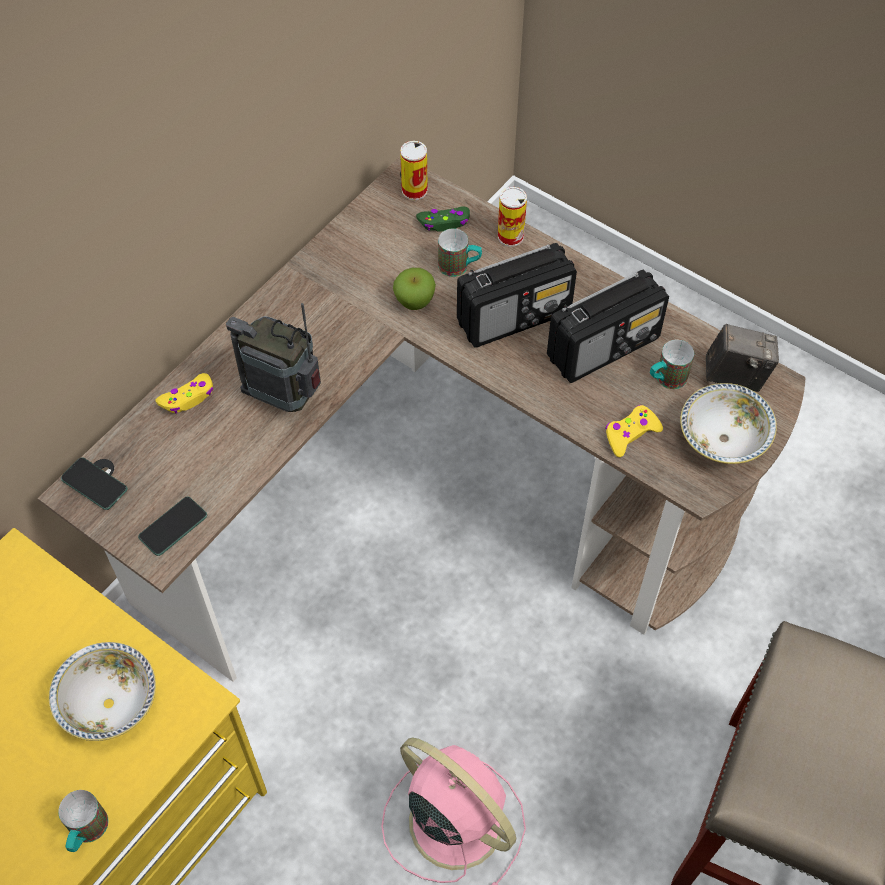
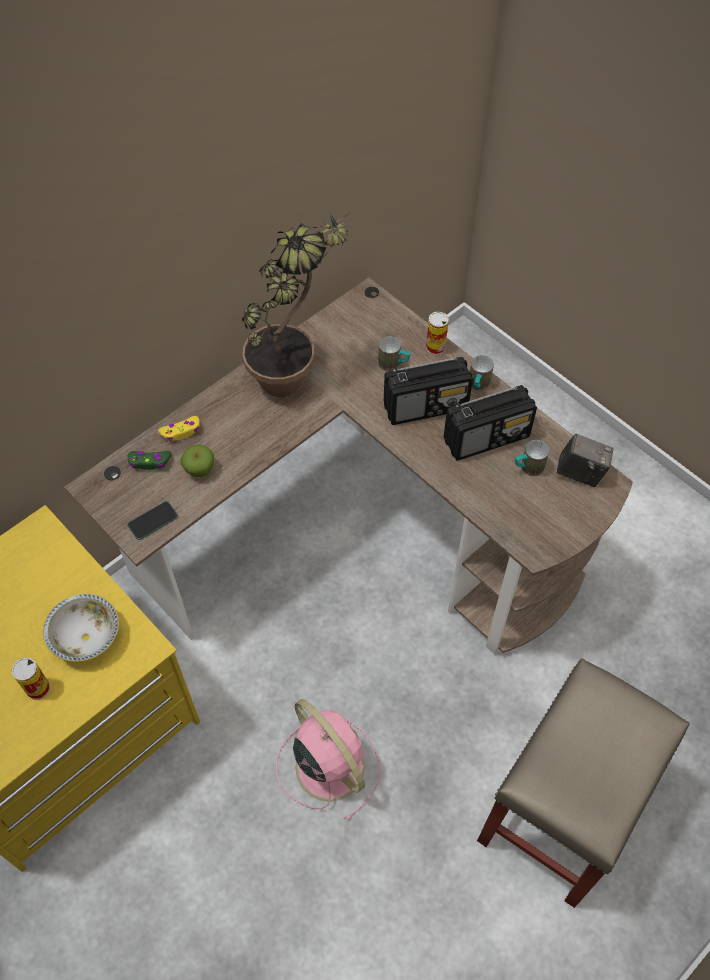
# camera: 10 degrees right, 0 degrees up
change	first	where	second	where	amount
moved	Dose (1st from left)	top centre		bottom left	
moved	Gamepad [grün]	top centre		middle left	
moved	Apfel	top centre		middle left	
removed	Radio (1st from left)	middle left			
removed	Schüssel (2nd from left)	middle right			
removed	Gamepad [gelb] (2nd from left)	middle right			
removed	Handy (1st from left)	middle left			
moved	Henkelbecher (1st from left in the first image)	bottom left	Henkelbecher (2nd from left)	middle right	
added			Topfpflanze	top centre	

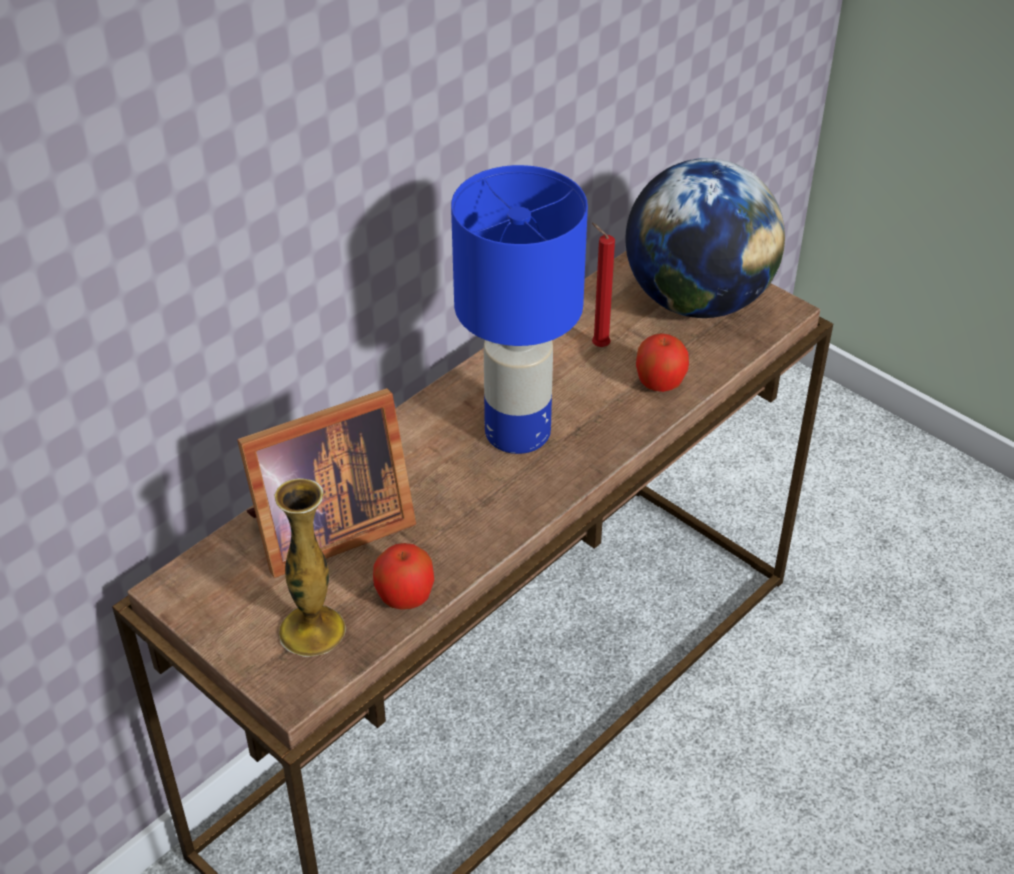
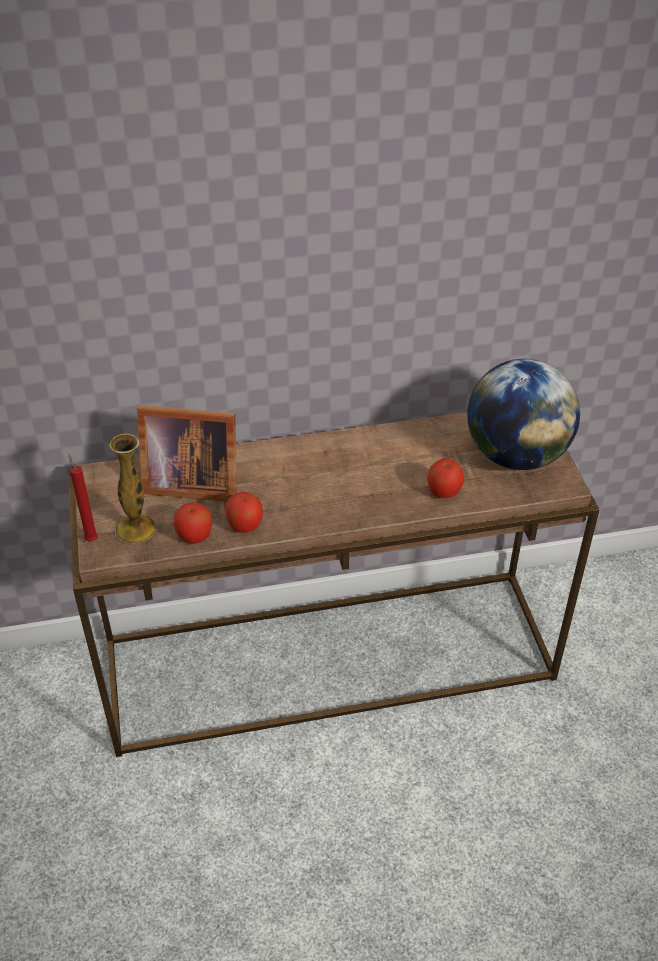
# camera: 35 degrees right, 0 degrees up
change	first	where	second	where	amount
removed	Tischlampe [blau]	centre			
moved	Kerze [rot]	top centre		middle left	
added			Apfel (2nd from left)	centre	

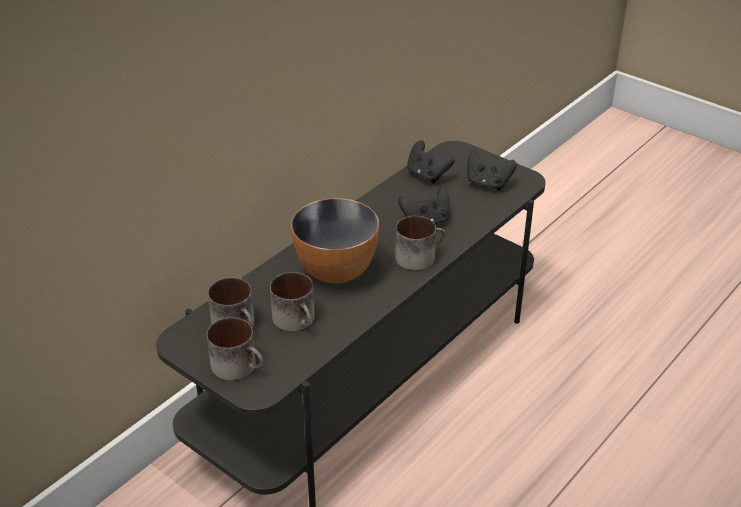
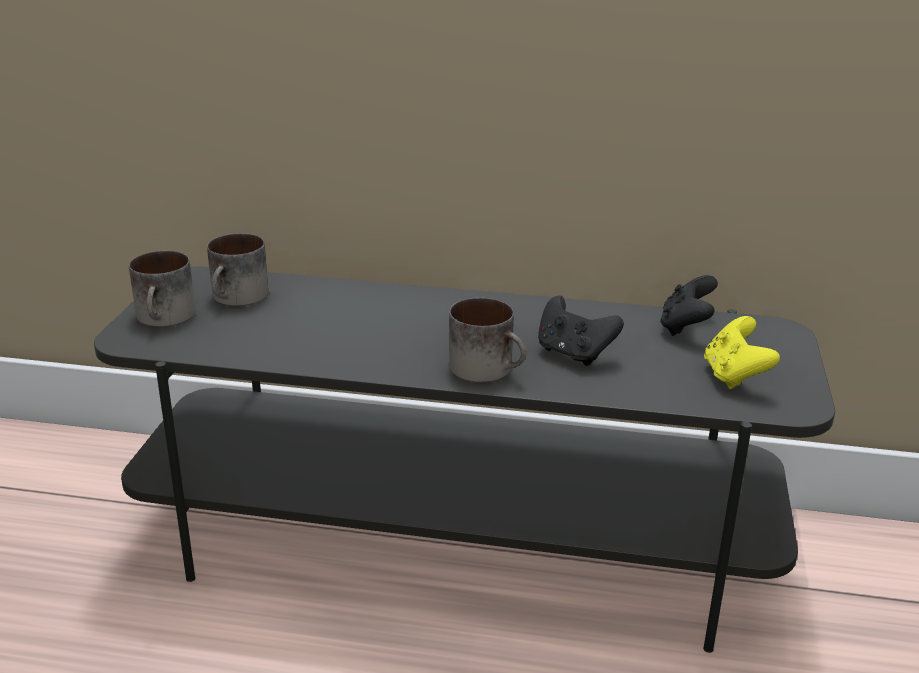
# camera: 60 degrees right, 10 degrees down
change	first	where	second	where	amount
recoloured	Gamepad [schwarz] (3rd from left)	centre	Gamepad [gelb]	middle right	
removed	Schüssel	centre			
removed	Henkelbecher (3rd from left)	centre			

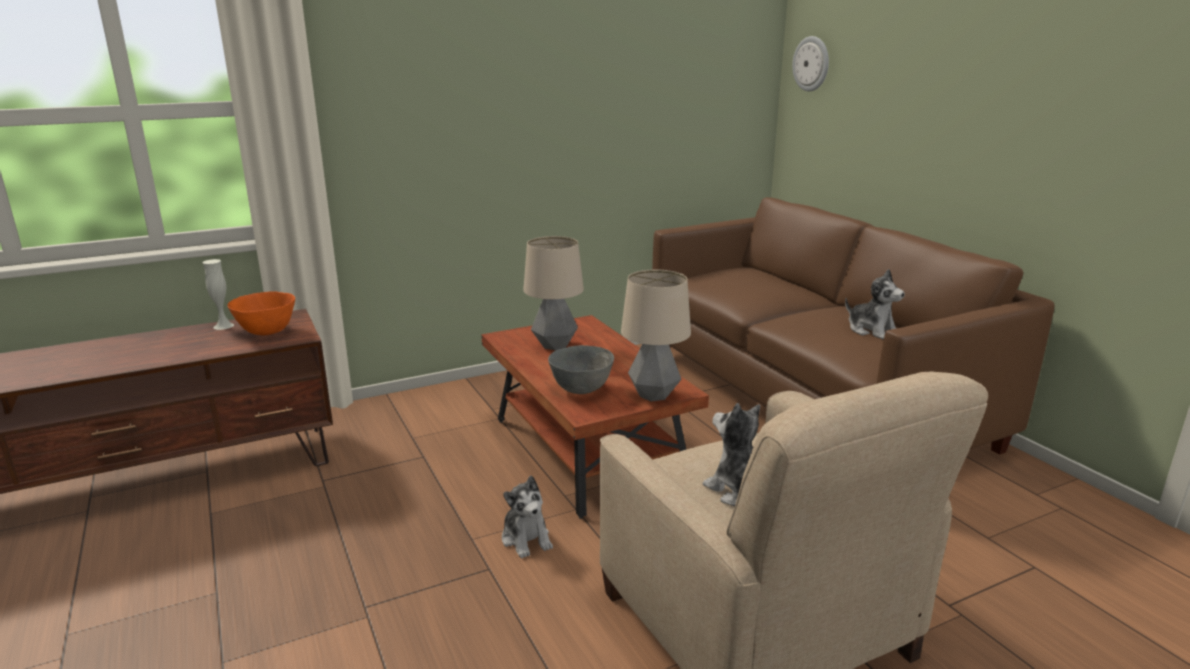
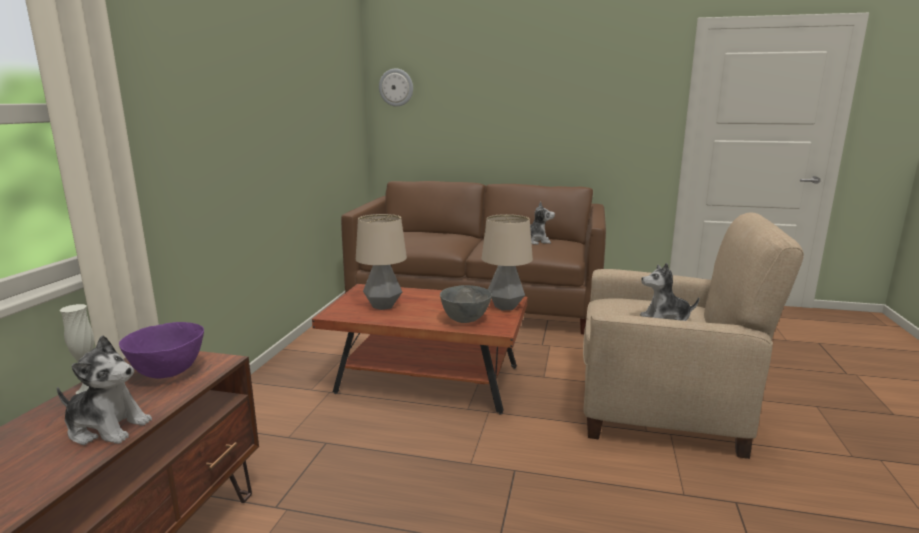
# camera: 50 degrees left, 5 degrees down
change	first	where	second	where	amount
recoloured	Schüssel [orange]	middle left	Schüssel [lila]	middle left	
moved	Plüschtier (1st from left)	bottom centre		bottom left	

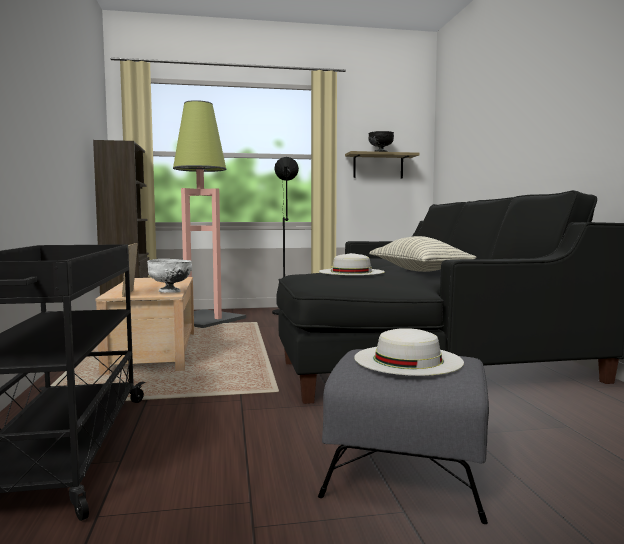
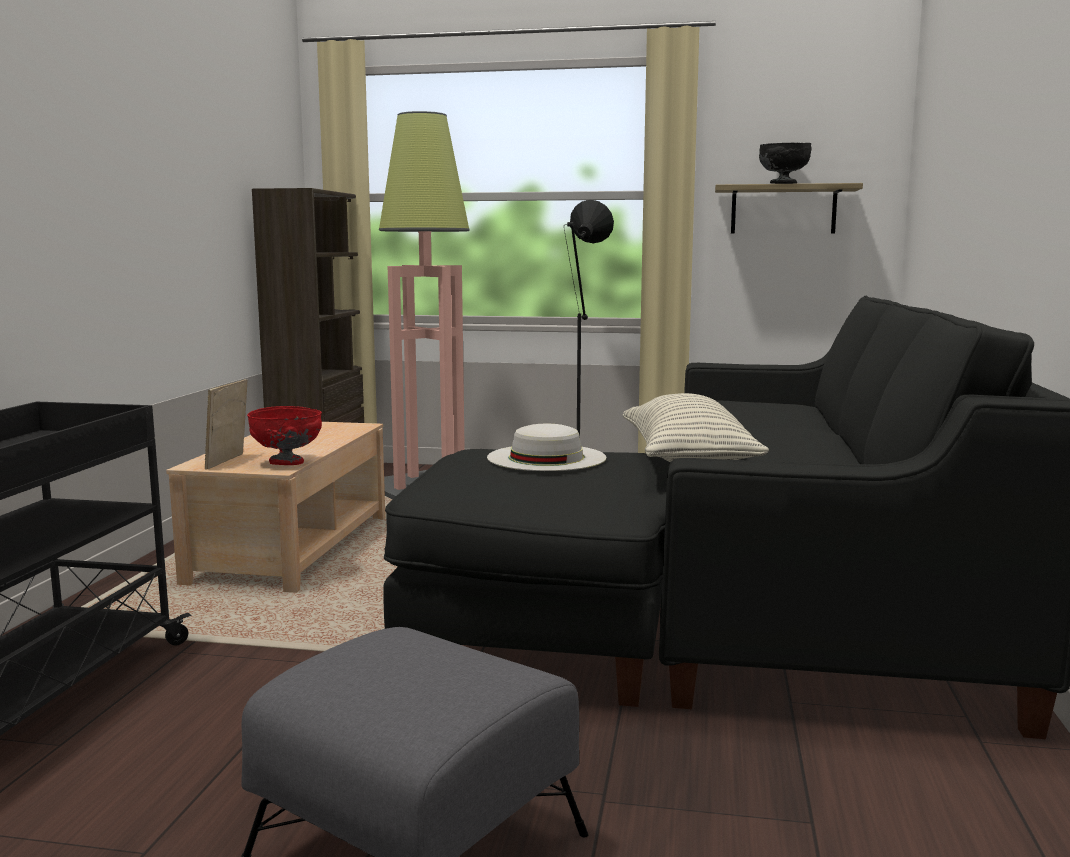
# camera: 20 degrees right, 5 degrees up
change	first	where	second	where	amount
recoloured	Schüssel [weiß]	middle left	Schüssel [rot]	middle left	
removed	Hut [weiß] (2nd from left)	centre			

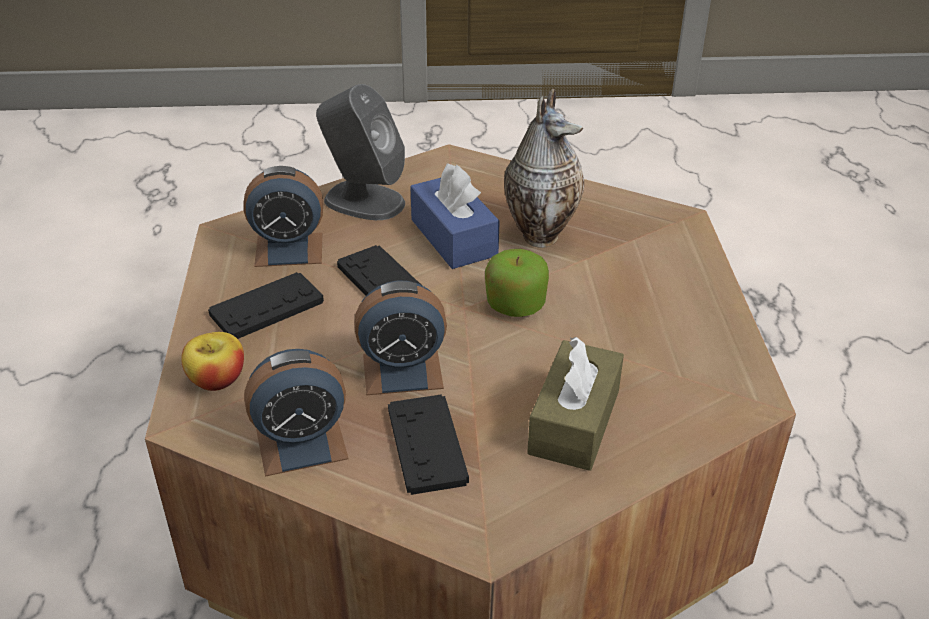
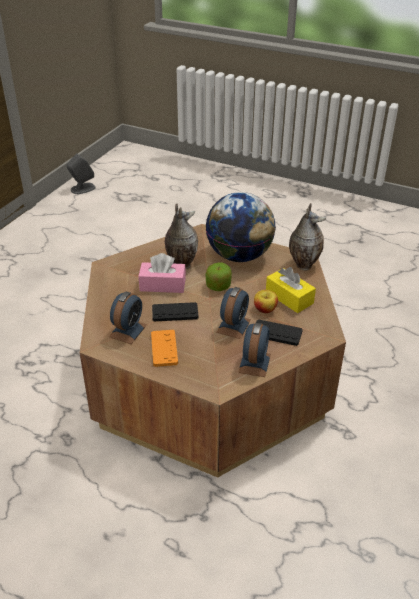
# camera: 60 degrees left, 0 degrees up
change	first	where	second	where	amount
moved	Lautsprecher [grau]	top centre		top left	
recoloured	Taschentuchbox [blau]	centre	Taschentuchbox [rosa]	centre	
recoloured	Gamepad [schwarz] (1st from left)	middle left	Gamepad [orange]	centre	
moved	Apfel (1st from left in the first image)	middle left	Apfel (2nd from left)	centre	
recoloured	Taschentuchbox [braun]	centre	Taschentuchbox [gelb]	middle right	
added			Globus	centre	
added			Vase (2nd from left)	middle right	

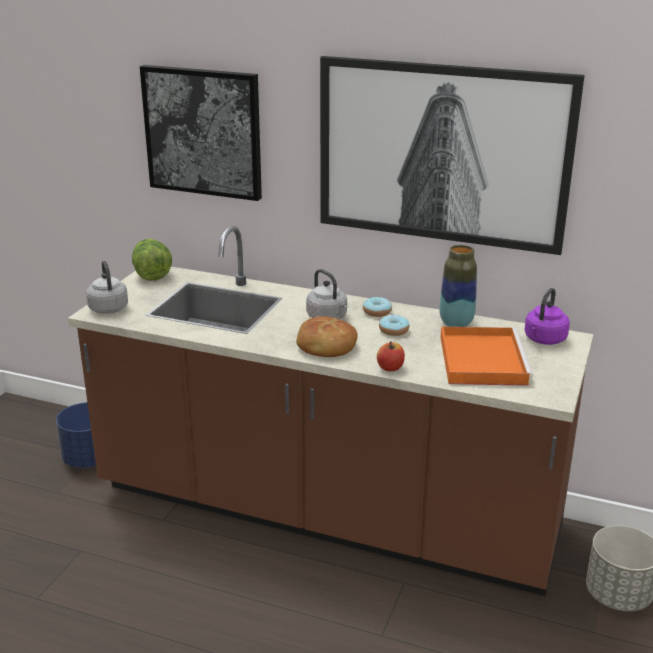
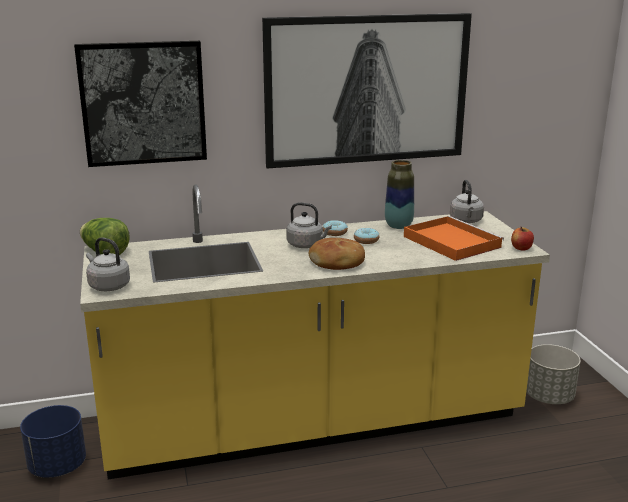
# camera: 35 degrees left, 5 degrees down
change	first	where	second	where	amount
recoloured	Küchenzeile [braun]	centre	Küchenzeile [gelb]	centre	
recoloured	Wasserkessel [lila]	middle right	Wasserkessel [grau] (3rd from left)	middle right	
moved	Apfel	centre		middle right	

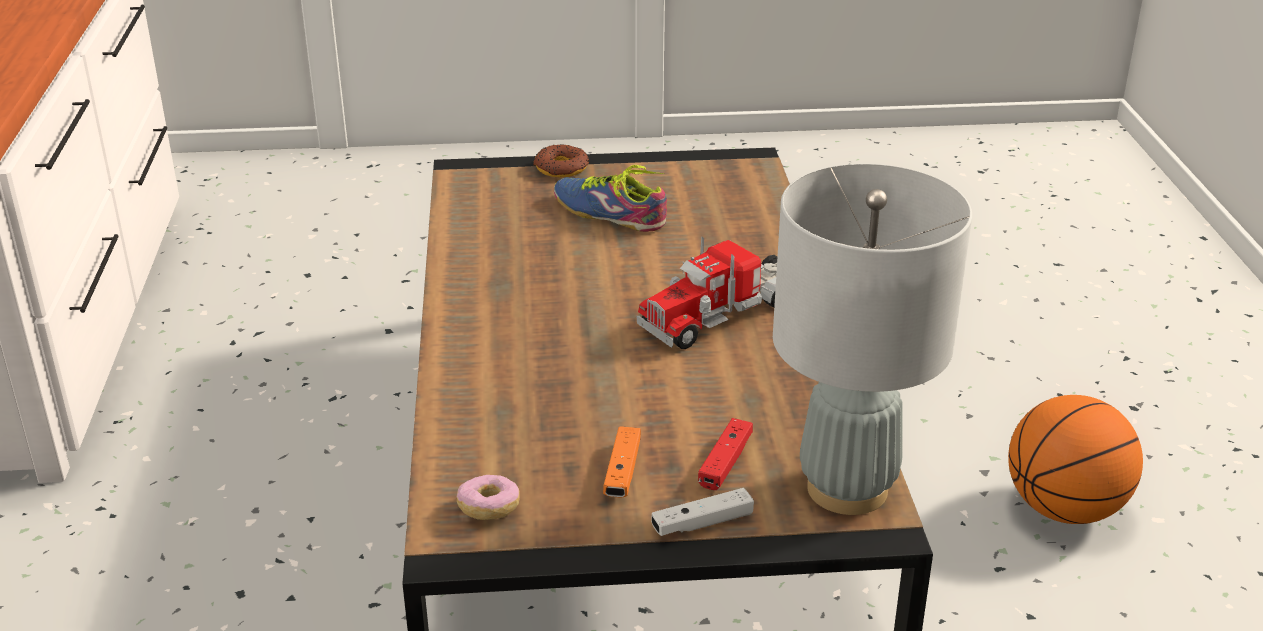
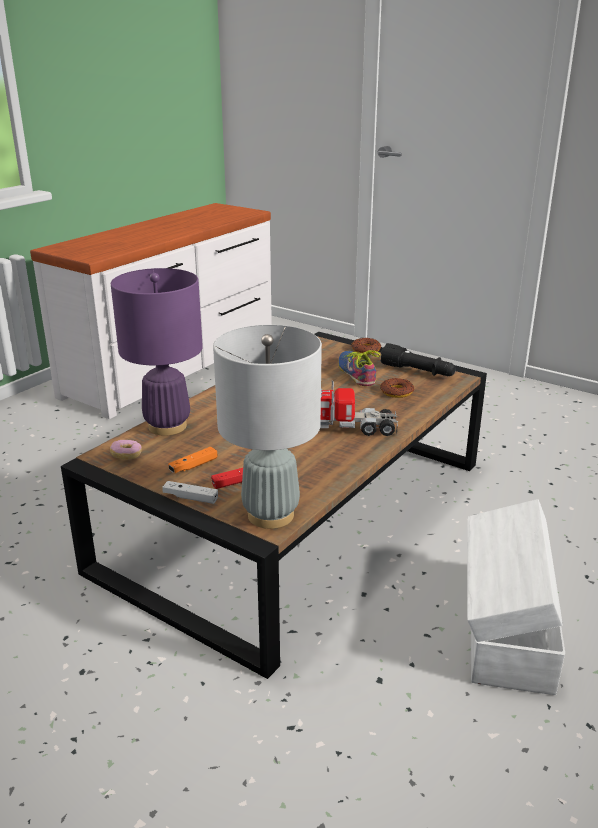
# camera: 40 degrees right, 5 degrees down
change	first	where	second	where	amount
replaced	Basketball	bottom right	Aufbewahrungsbox [weiß]	bottom right	
added			Tischlampe [lila]	middle left	
added			Taschenlampe [schwarz]	middle right	
added			Donut (3rd from left)	centre	

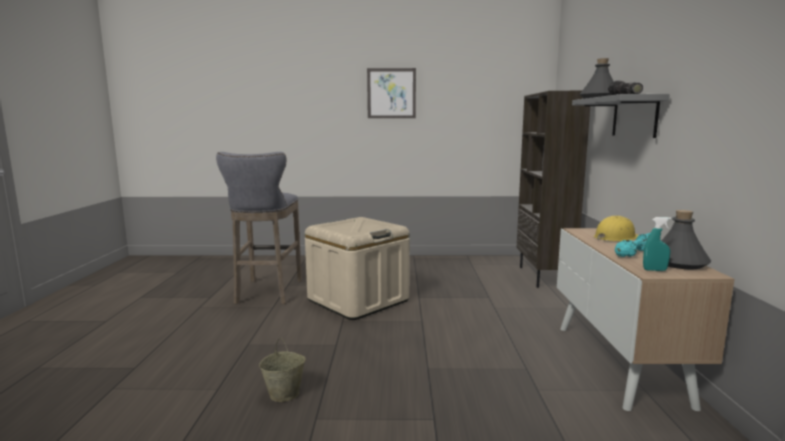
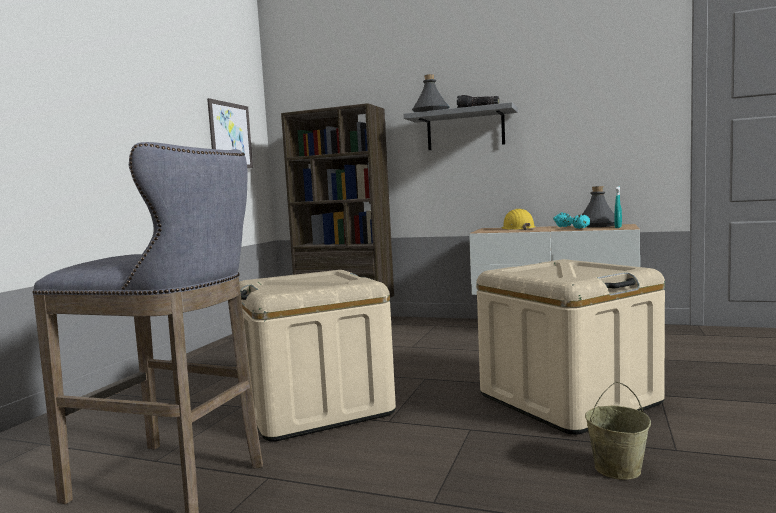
# camera: 70 degrees left, 5 degrees down
change	first	where	second	where	amount
moved	Bild	top centre		top left	
added			Aufbewahrungsbox [beige] (2nd from left)	bottom right	

